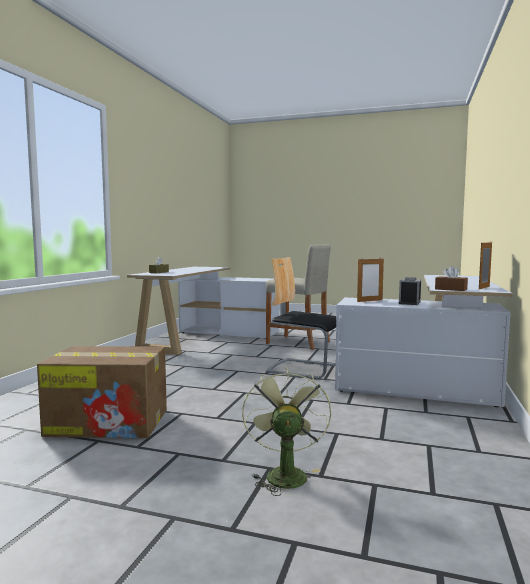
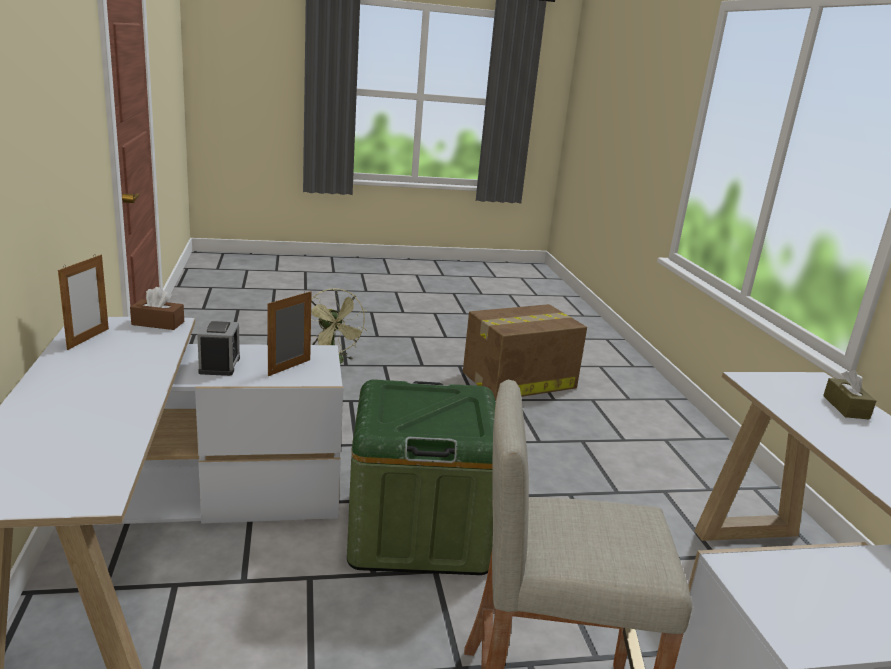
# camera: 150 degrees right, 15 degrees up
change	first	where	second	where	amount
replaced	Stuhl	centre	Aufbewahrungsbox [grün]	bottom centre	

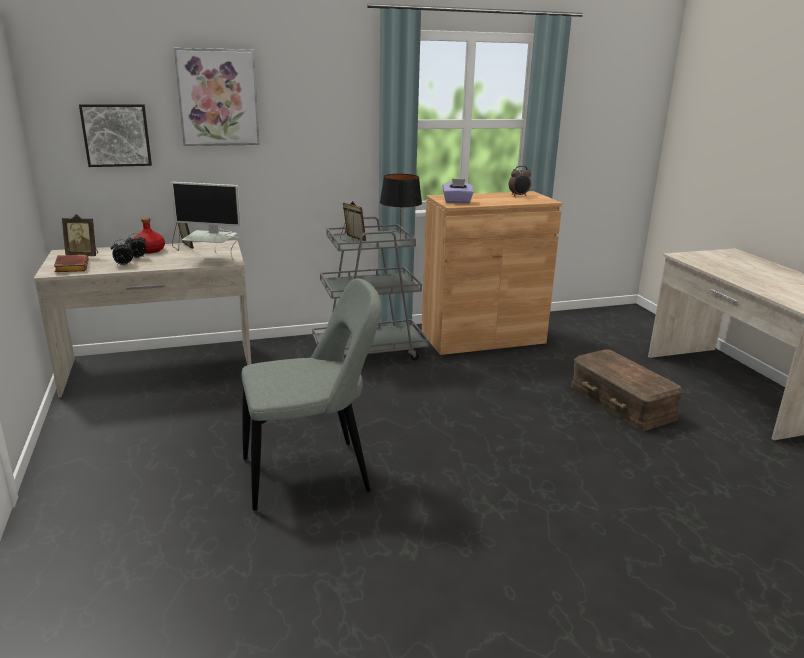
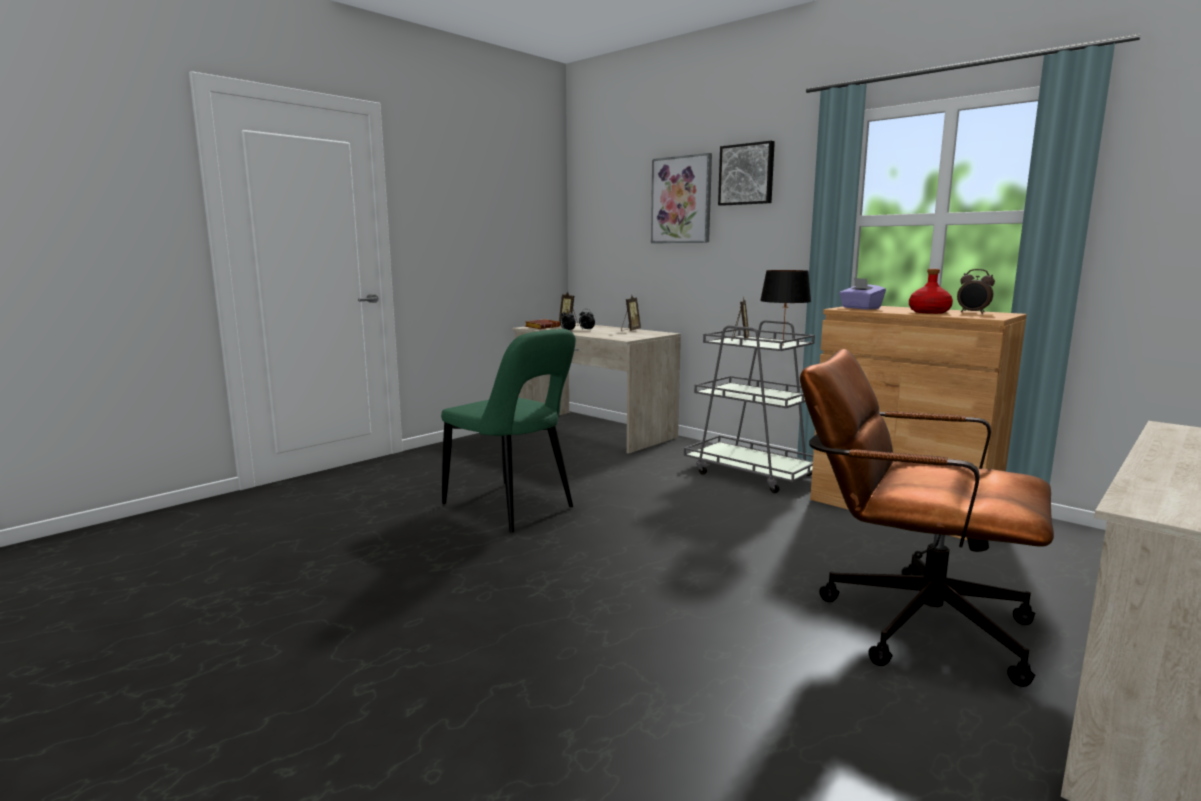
# camera: 60 degrees right, 10 degrees down
change	first	where	second	where	amount
moved	Bild (1st from left in the first image)	top left	Bild (2nd from left)	top centre	
removed	Monitor	middle left			
moved	Flasche [rot]	middle left		middle right	
recoloured	Stuhl [grau]	centre	Stuhl [grün]	centre	
replaced	Aufbewahrungsbox [braun]	middle right	Bürostuhl [braun]	middle right	

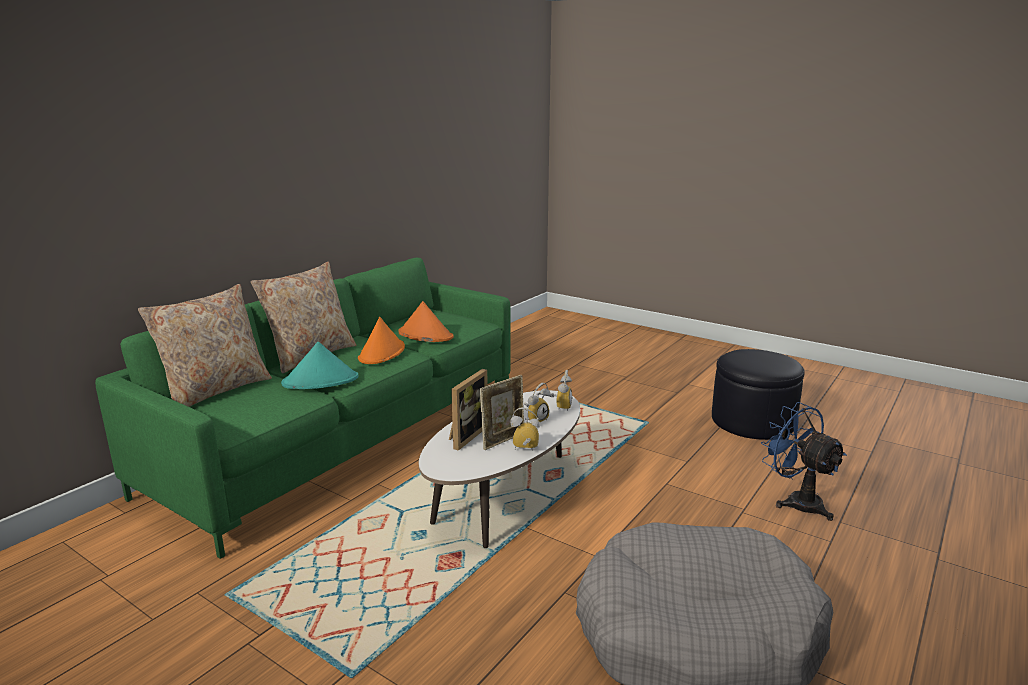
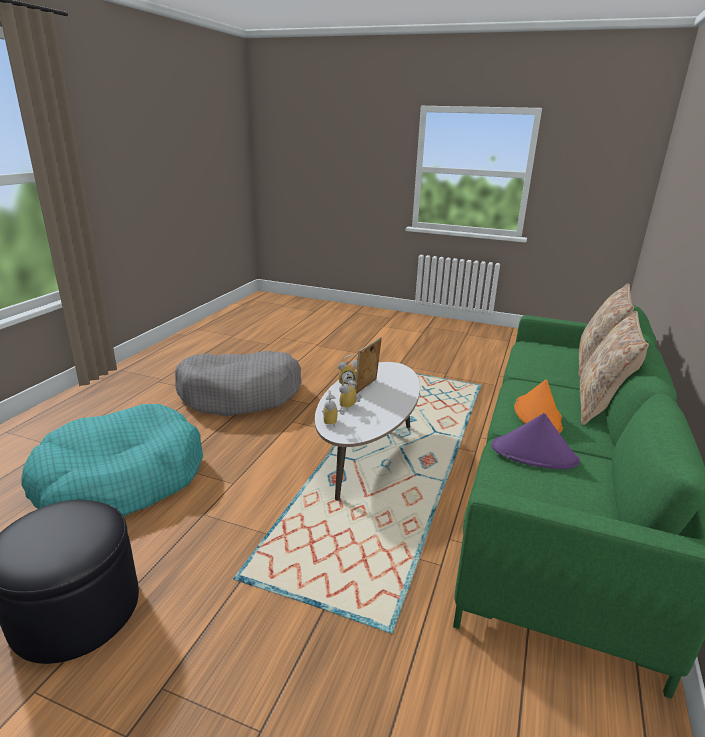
# camera: 165 degrees right, 5 degrees up
change	first	where	second	where	amount
recoloured	Hut [orange] (2nd from left)	centre	Hut [lila]	middle right	
removed	Hut [türkis]	middle left			
removed	Bilderrahmen (1st from left)	centre			
replaced	Ventilator [blau]	bottom right	Hundebett [türkis]	middle left	

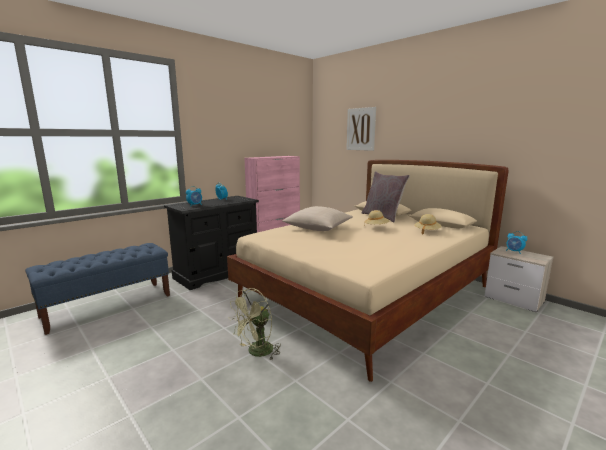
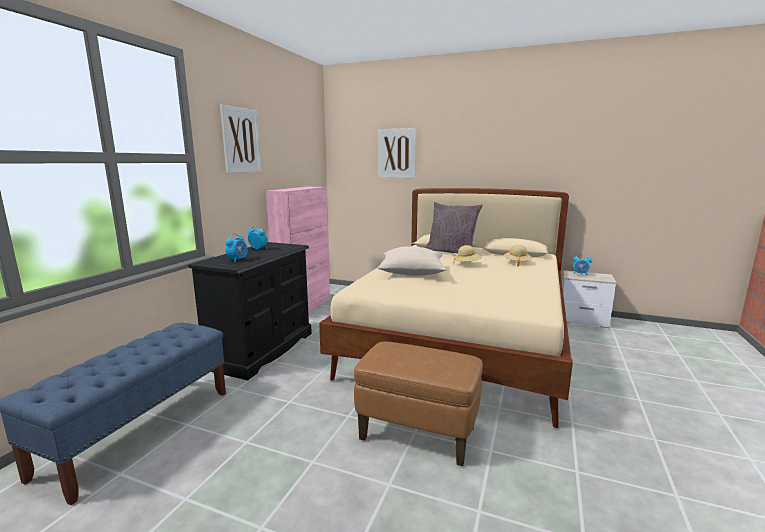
# camera: 25 degrees left, 0 degrees up
change	first	where	second	where	amount
replaced	Ventilator [grün]	bottom centre	Polsterhocker [braun]	bottom centre	
added			Bild (1st from left)	top left	

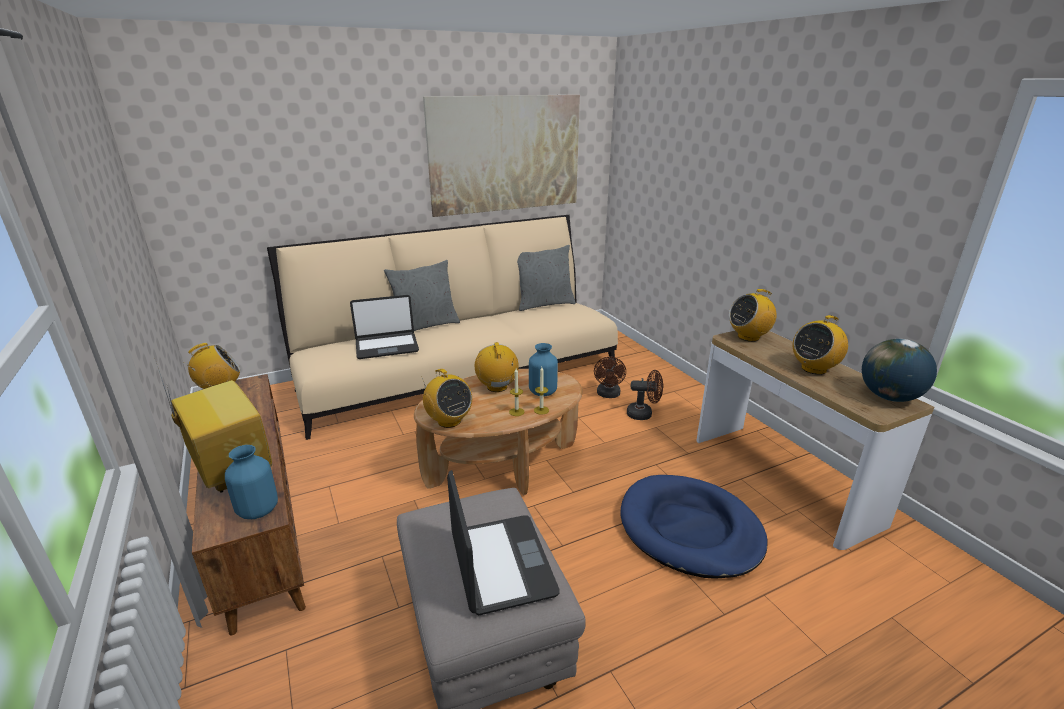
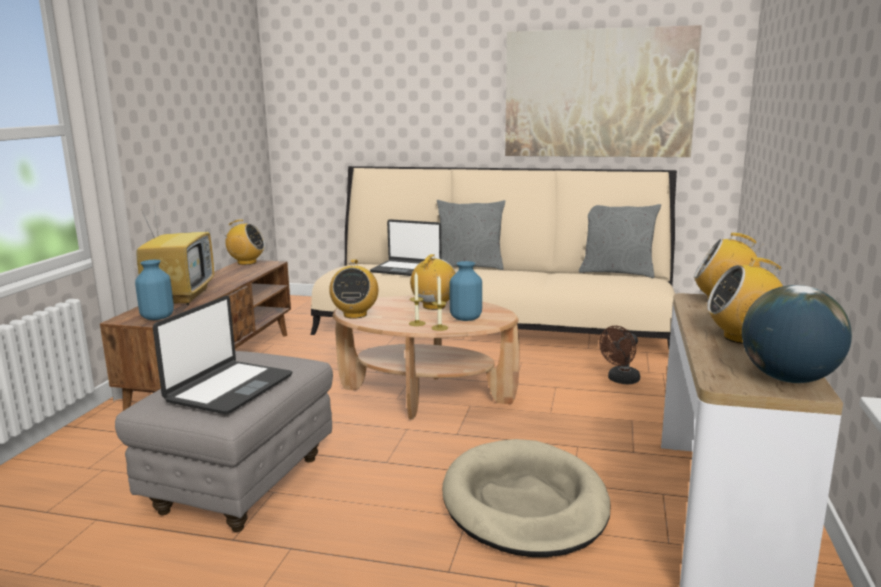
# camera: 40 degrees right, 10 degrees down
change	first	where	second	where	amount
removed	Ventilator [braun] (2nd from left)	centre			
recoloured	Hundebett [blau]	bottom centre	Hundebett [beige]	bottom centre	

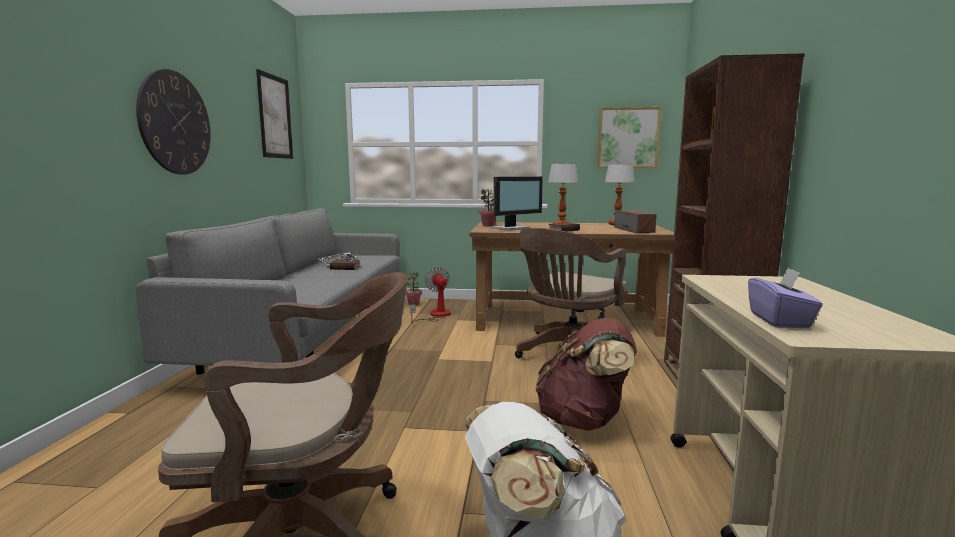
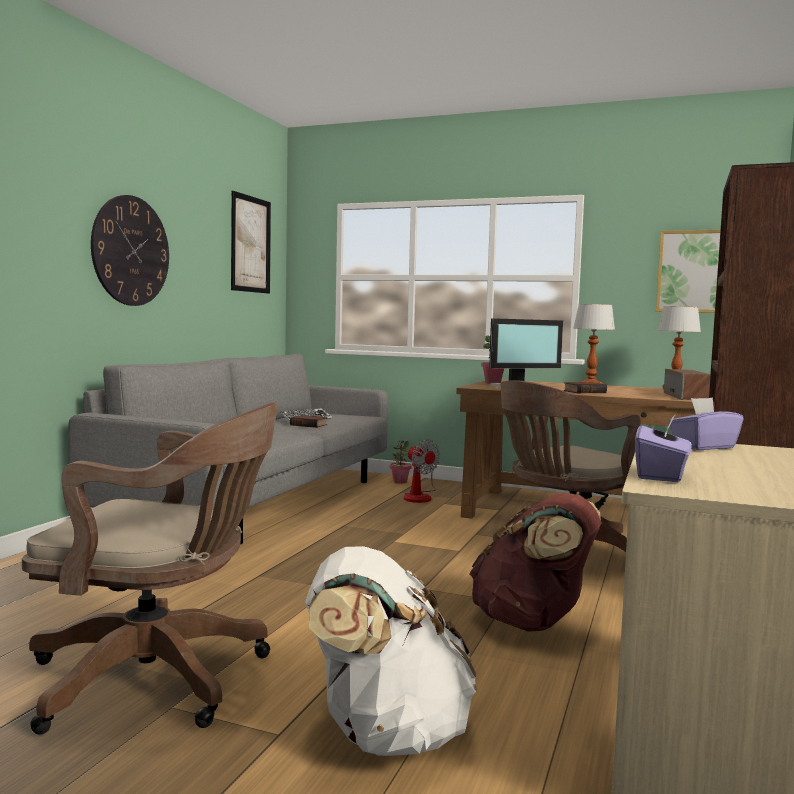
# camera: 15 degrees right, 5 degrees down
change	first	where	second	where	amount
turned	Ventilator	centre		centre	150 degrees clockwise
added			Taschentuchbox [lila] (2nd from left)	middle right	

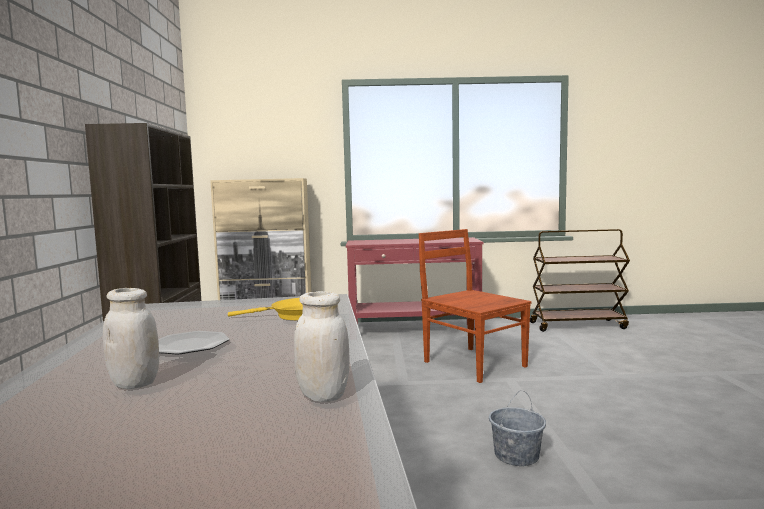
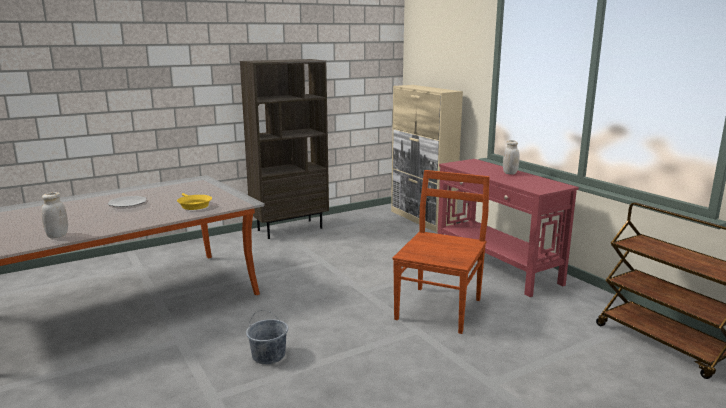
# camera: 60 degrees right, 10 degrees up
change	first	where	second	where	amount
moved	Vorratsglas [weiß] (1st from left in the first image)	middle left	Vorratsglas [weiß] (2nd from left)	middle right	

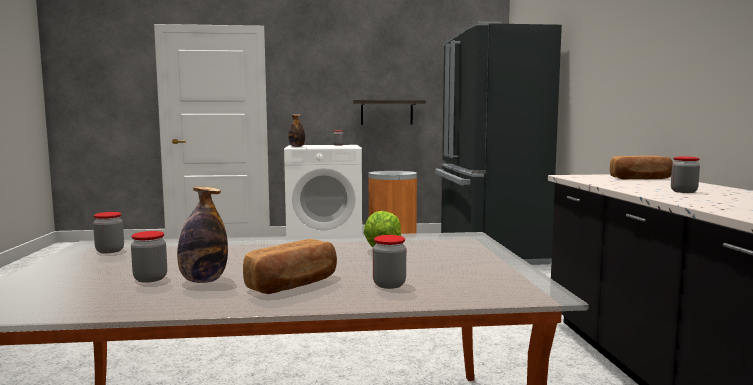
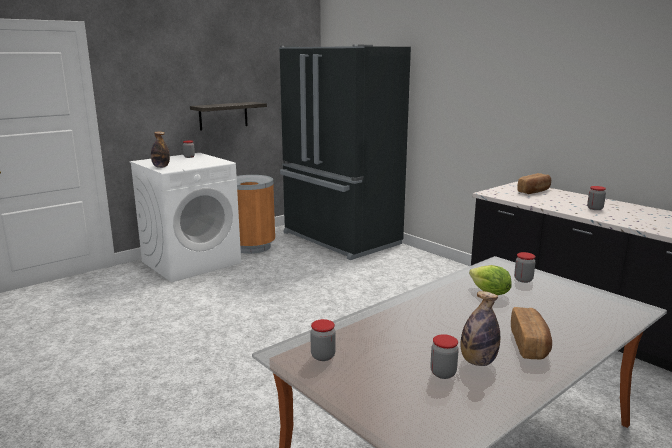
# camera: 35 degrees left, 10 degrees up
change	first	where	second	where	amount
moved	Vorratsglas (4th from left)	bottom centre		middle right	

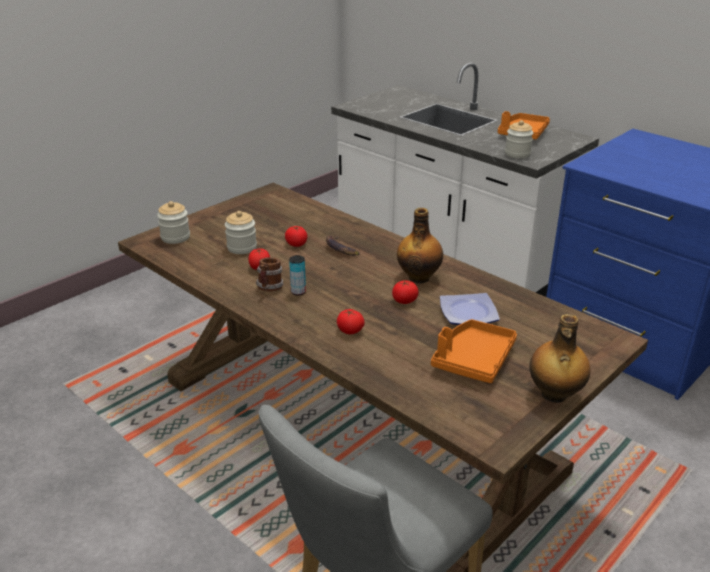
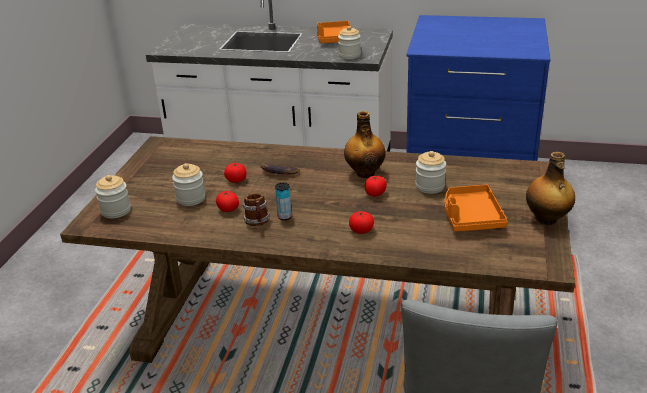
# camera: 30 degrees left, 0 degrees up
change	first	where	second	where	amount
replaced	Teller	centre	Vorratsglas (4th from left)	centre	

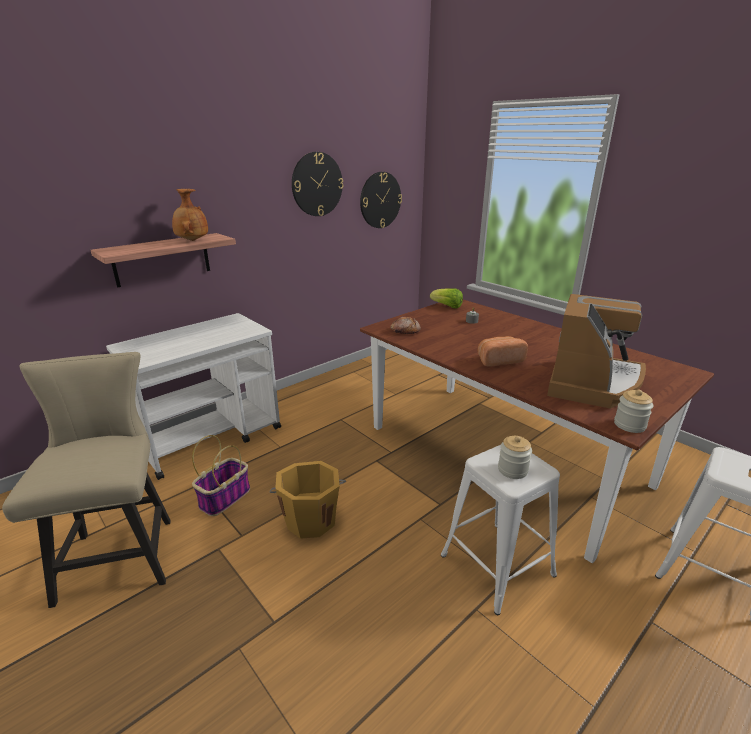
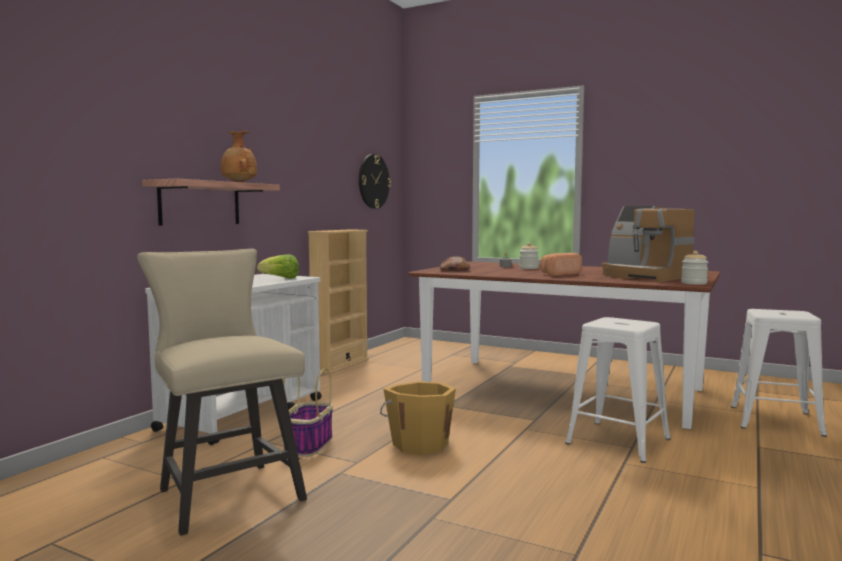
# camera: 20 degrees left, 20 degrees down
change	first	where	second	where	amount
removed	Wanduhr (1st from left)	top centre			
moved	Salatkopf	centre		middle left	
turned	Kaffeemaschine	middle right		middle right	135 degrees clockwise
moved	Vorratsglas (1st from left)	middle right		centre	
added			Bücherregal [beige]	centre	

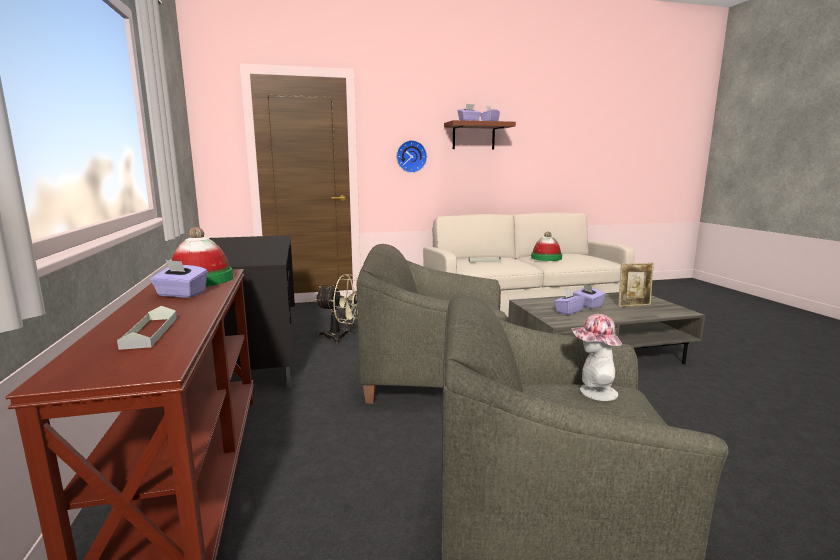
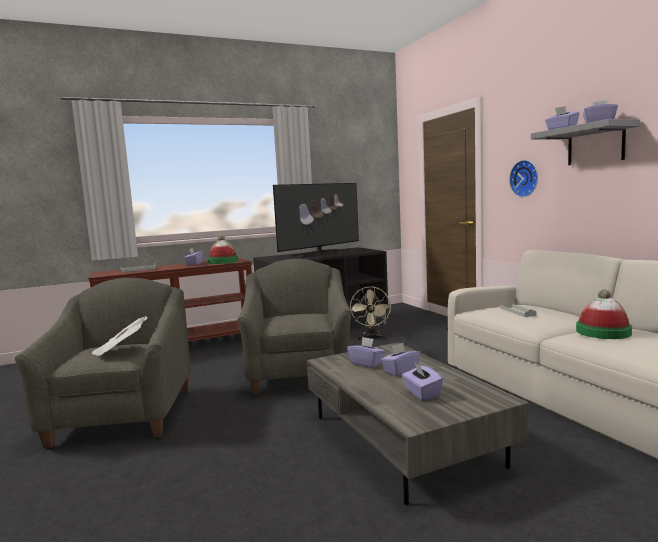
# camera: 80 degrees right, 5 degrees down
change	first	where	second	where	amount
recoloured	Wandregal [braun]	top centre	Wandregal [grau]	top right	
replaced	Bilderrahmen	middle right	Taschentuchbox [lila] (4th from left)	bottom centre	
replaced	Hut (3rd from left)	middle right	Zeitung	middle left	
added			Fernseher	centre	

